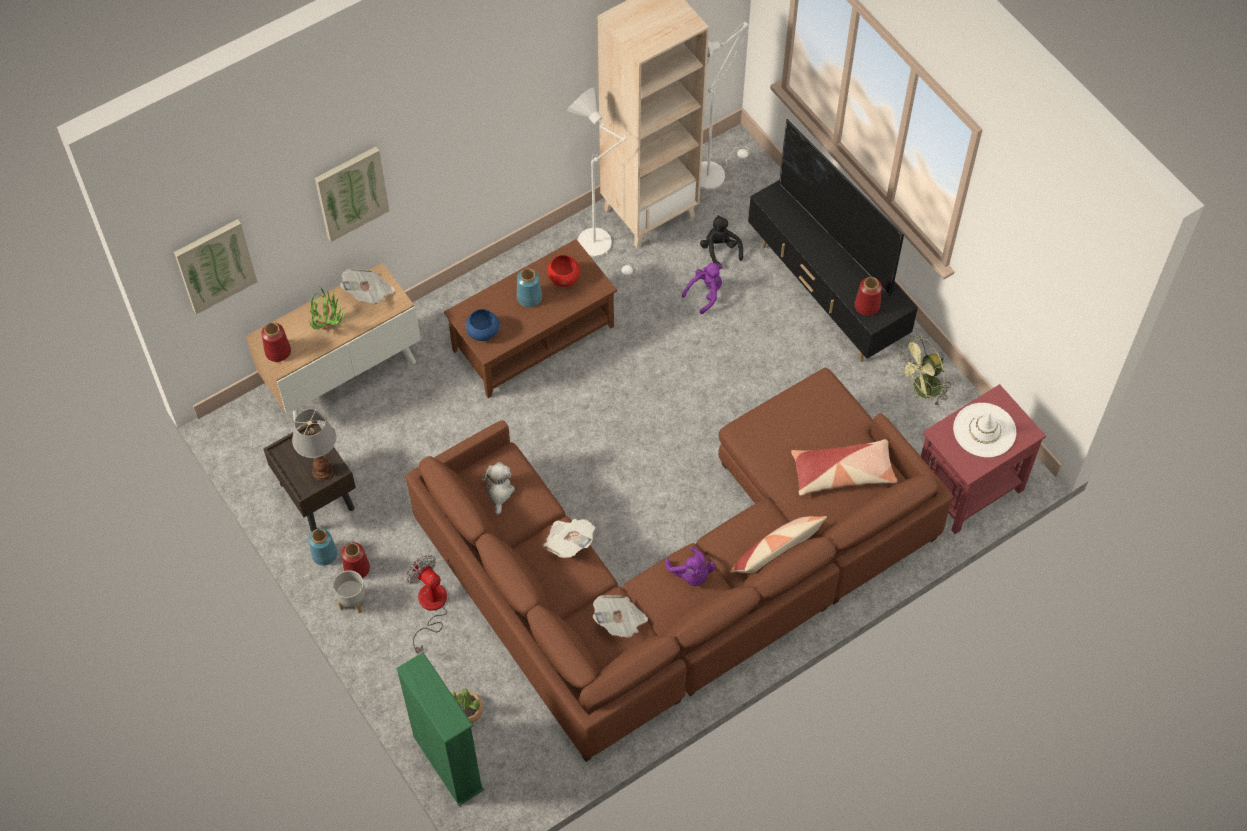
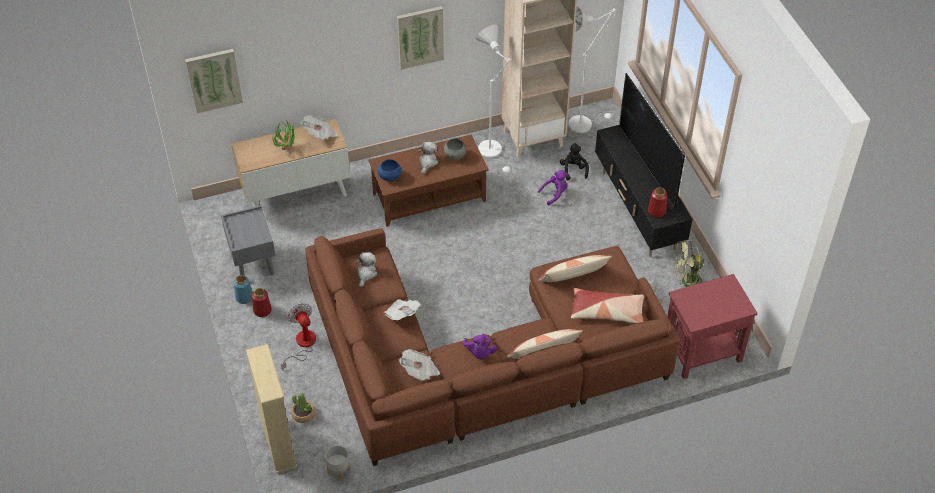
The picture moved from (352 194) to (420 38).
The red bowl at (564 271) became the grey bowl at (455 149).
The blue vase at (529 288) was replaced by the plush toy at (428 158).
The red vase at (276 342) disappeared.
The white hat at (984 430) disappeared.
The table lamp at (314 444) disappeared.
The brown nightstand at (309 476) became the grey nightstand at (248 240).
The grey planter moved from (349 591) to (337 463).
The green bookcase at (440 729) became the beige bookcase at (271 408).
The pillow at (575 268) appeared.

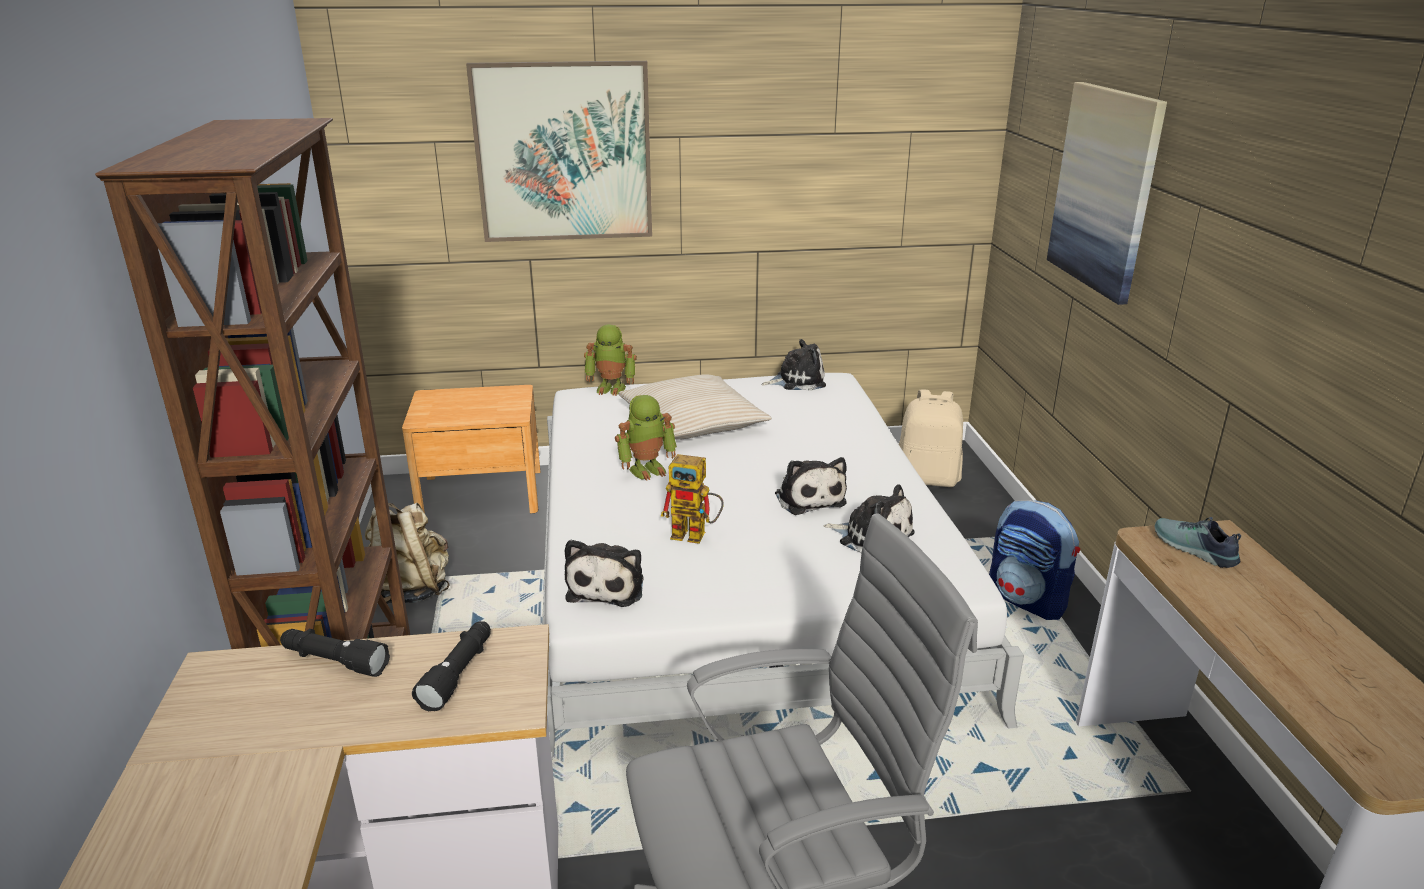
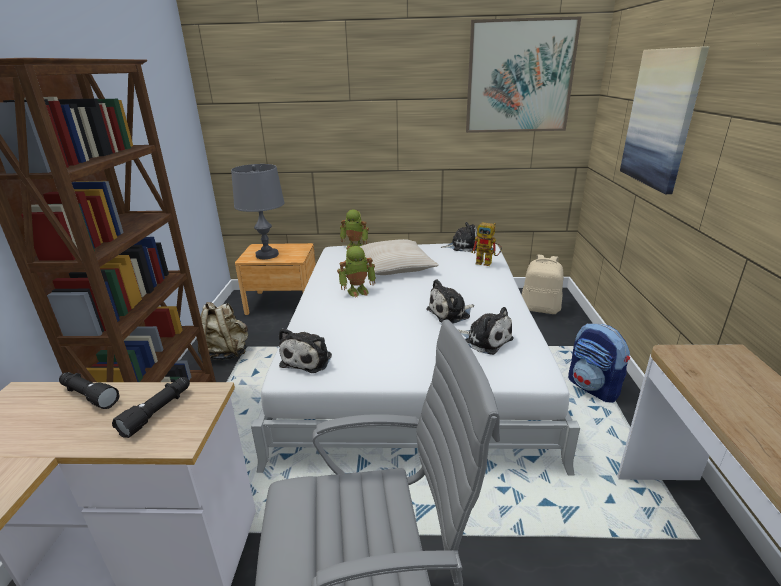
The picture moved from (559 151) to (523 75).
The toy robot moved from (692 499) to (486 244).
The plush toy at (811 486) turned 75 degrees clockwise.
The shoe at (1197 542) disappeared.
The grey table lamp at (258 211) appeared.

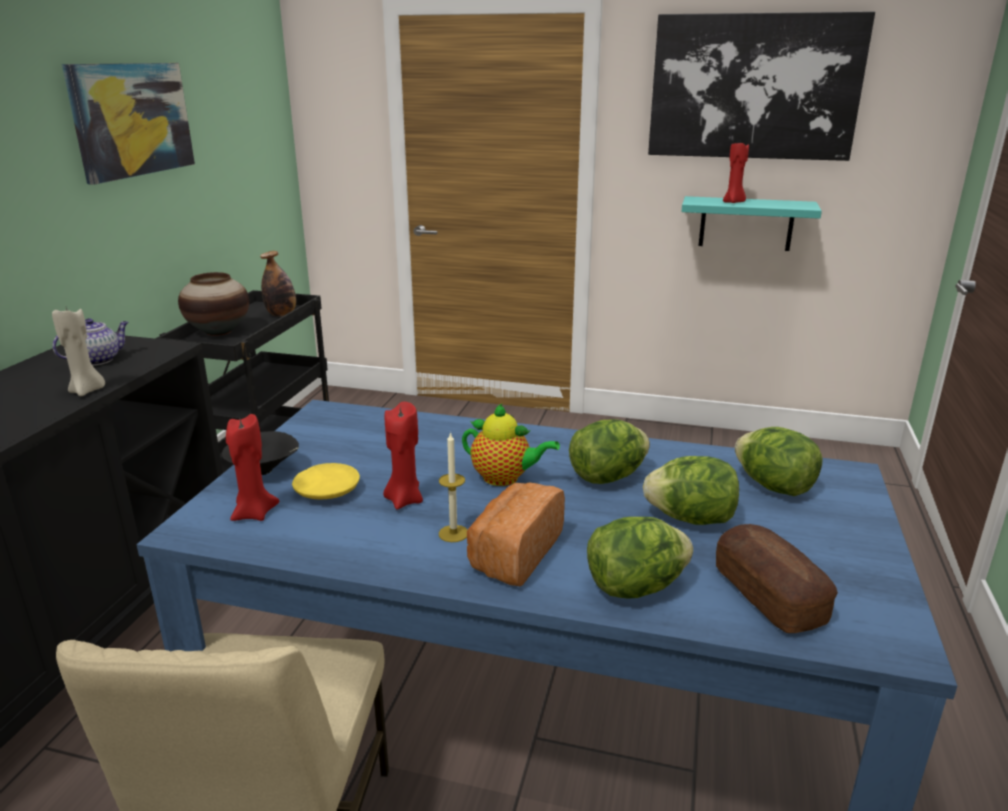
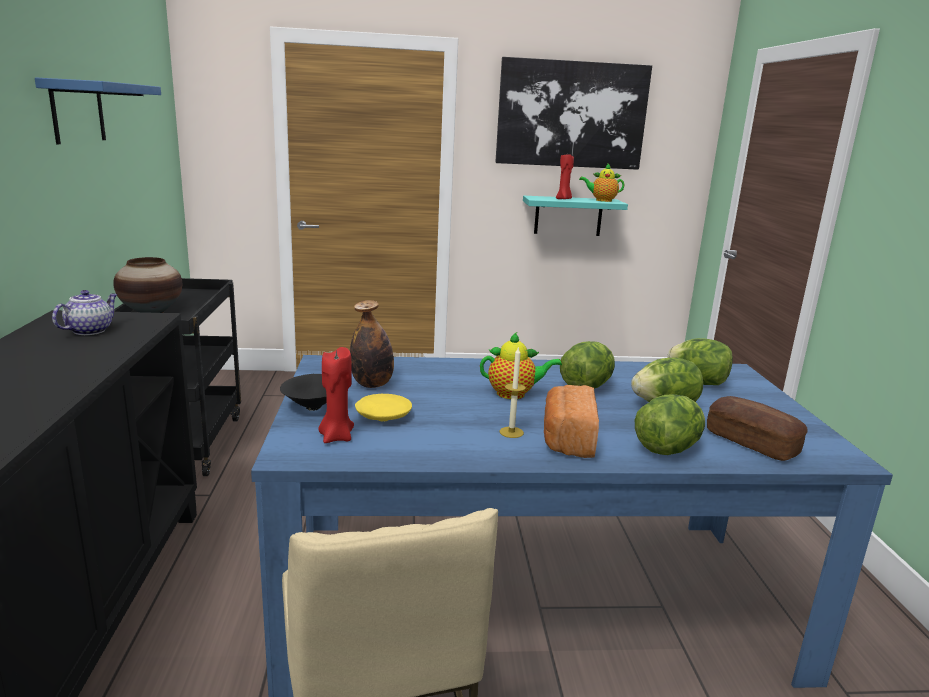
The picture at (128 124) was replaced by the blue shelf at (98 110).
The bottle moved from (278 284) to (372 344).
The beige candle at (78 352) disappeared.
The red candle at (403 456) disappeared.
The teapot at (601 182) appeared.

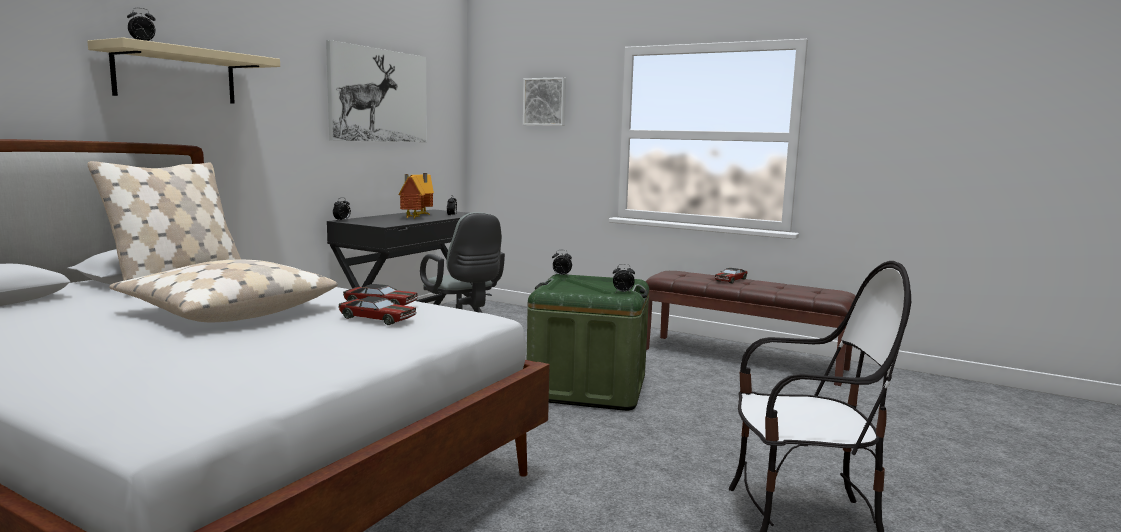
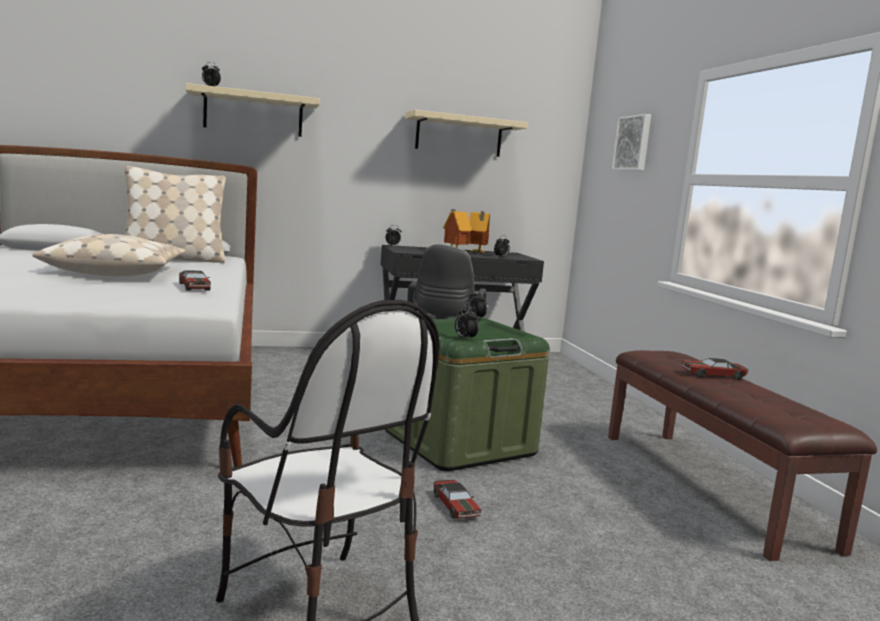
The picture at (376 91) was replaced by the beige shelf at (466 133).
The toy car moved from (377 310) to (457 498).

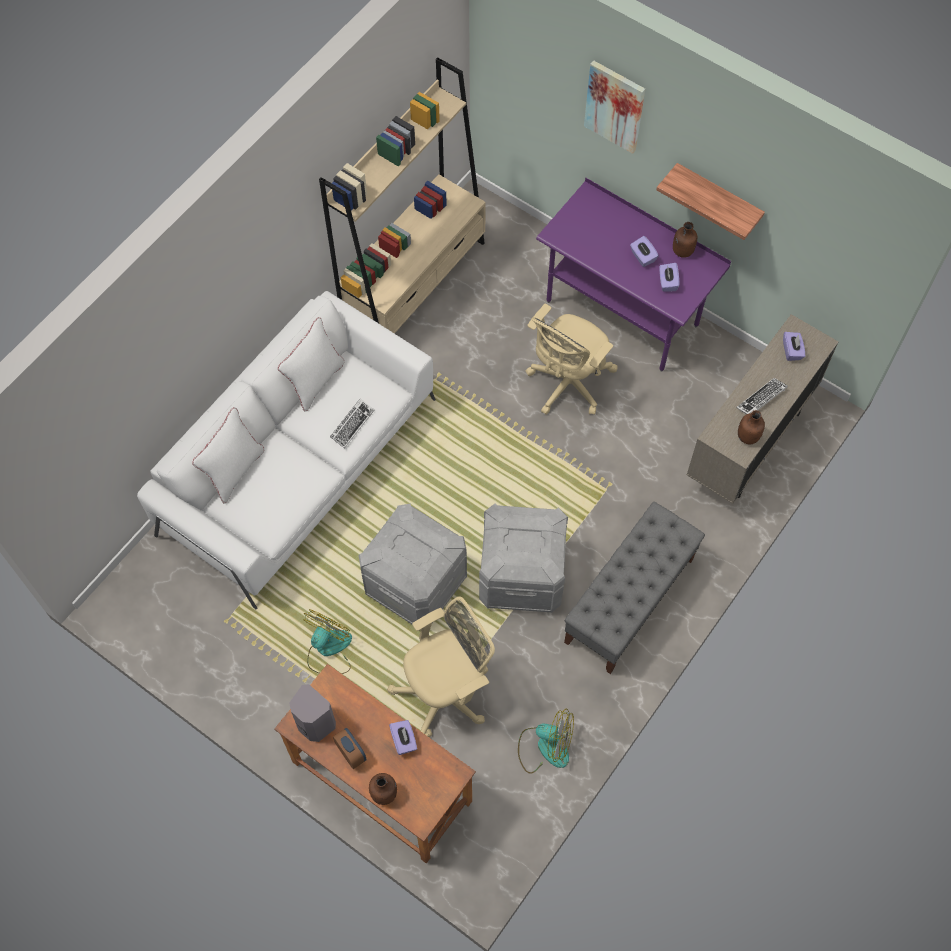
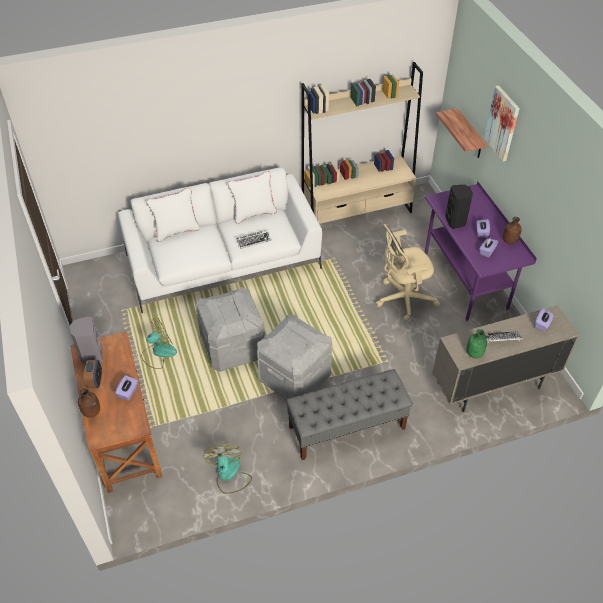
The shelf moved from (710 201) to (461 133).
The brown bottle at (751 427) became the green bottle at (477 343).
The beige office chair at (441 667) disappeared.
The fan at (546 741) turned 150 degrees counterclockwise.
The black speaker at (459 207) appeared.

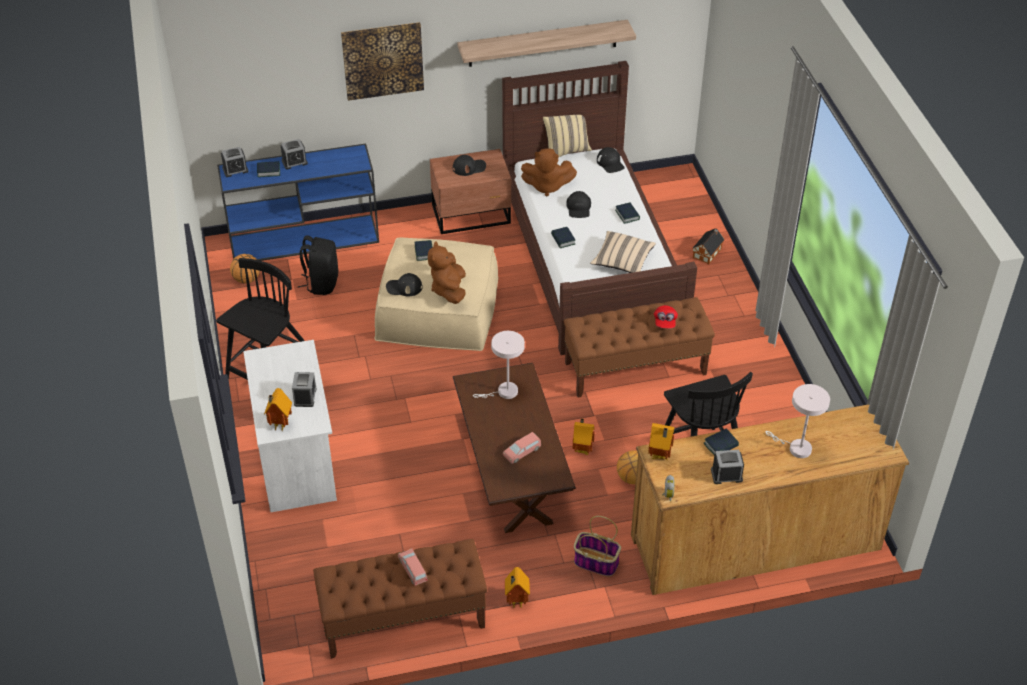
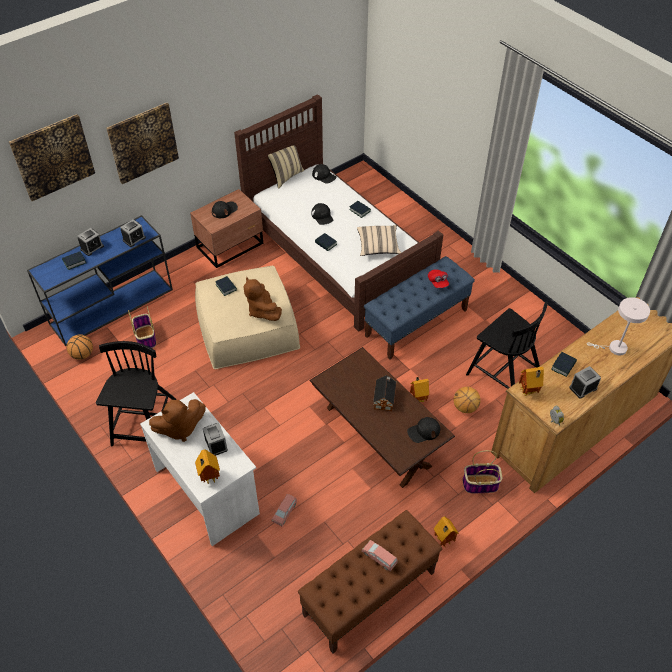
The shelf at (546 43) disappeared.
The alarm clock moved from (235 162) to (133 233).
The brown plush toy moved from (549 172) to (177 420).
The toy house moved from (708 246) to (384 393).
The black backpack at (318 265) was replaced by the basket at (142 327).
The black cap moved from (404 285) to (423 430).
The brown bench at (639 347) became the blue bench at (419 308).
The white table lamp at (499 365) disappeared.
The pink toy car moved from (522 448) to (284 510).
The picture at (52 157) appeared.

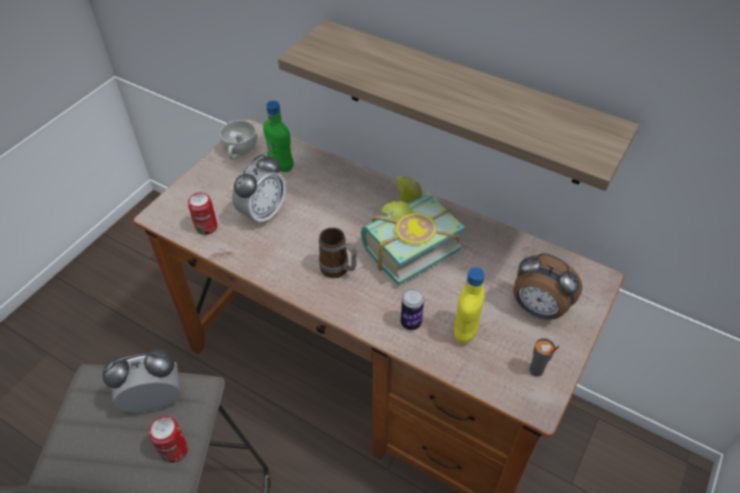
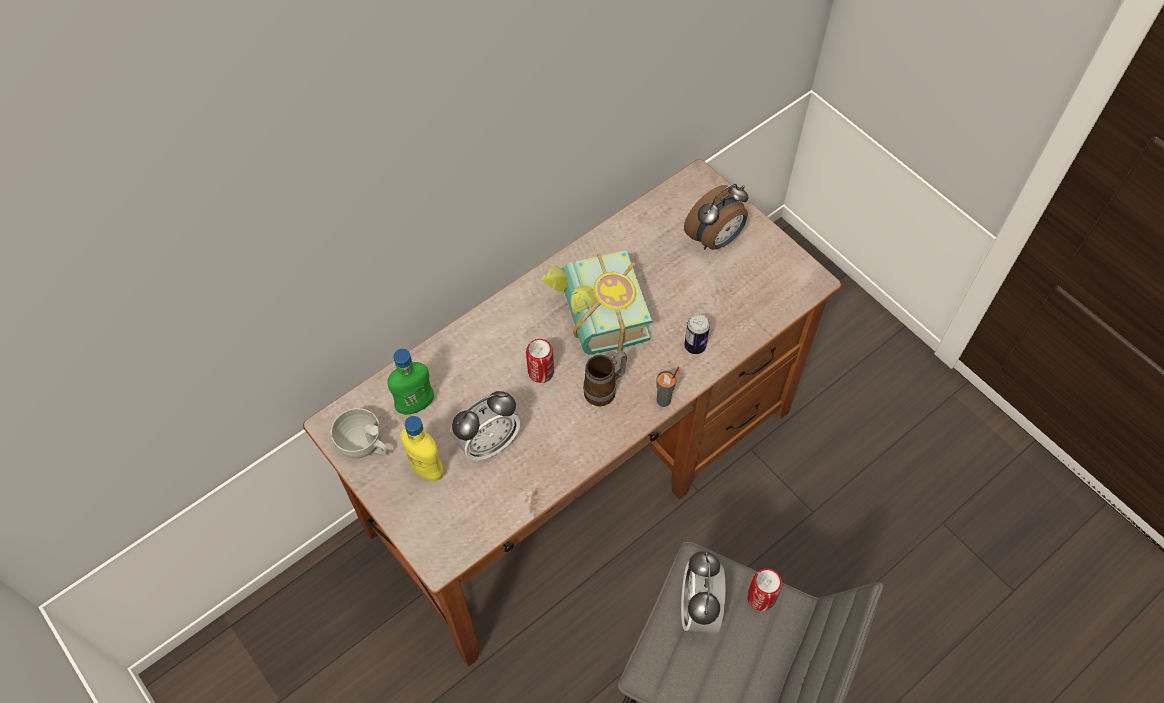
The shelf at (458 105) disappeared.
The alarm clock at (259 190) turned 90 degrees clockwise.
The can moved from (202 213) to (540 361).
The yellow bottle moved from (469 305) to (422 448).
The grey cup moved from (544 357) to (668 387).

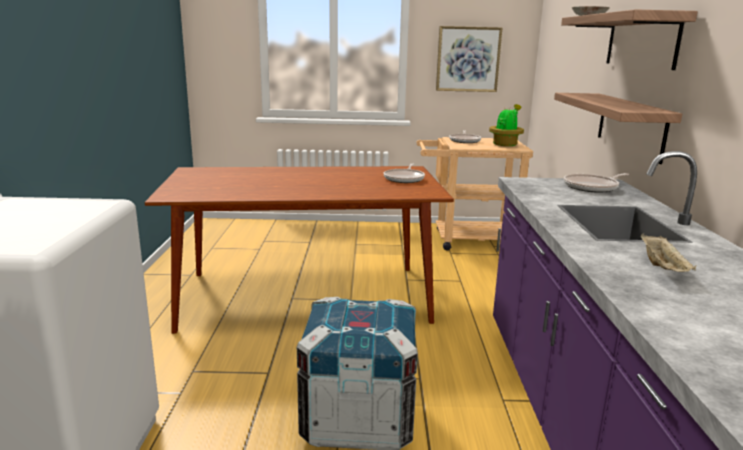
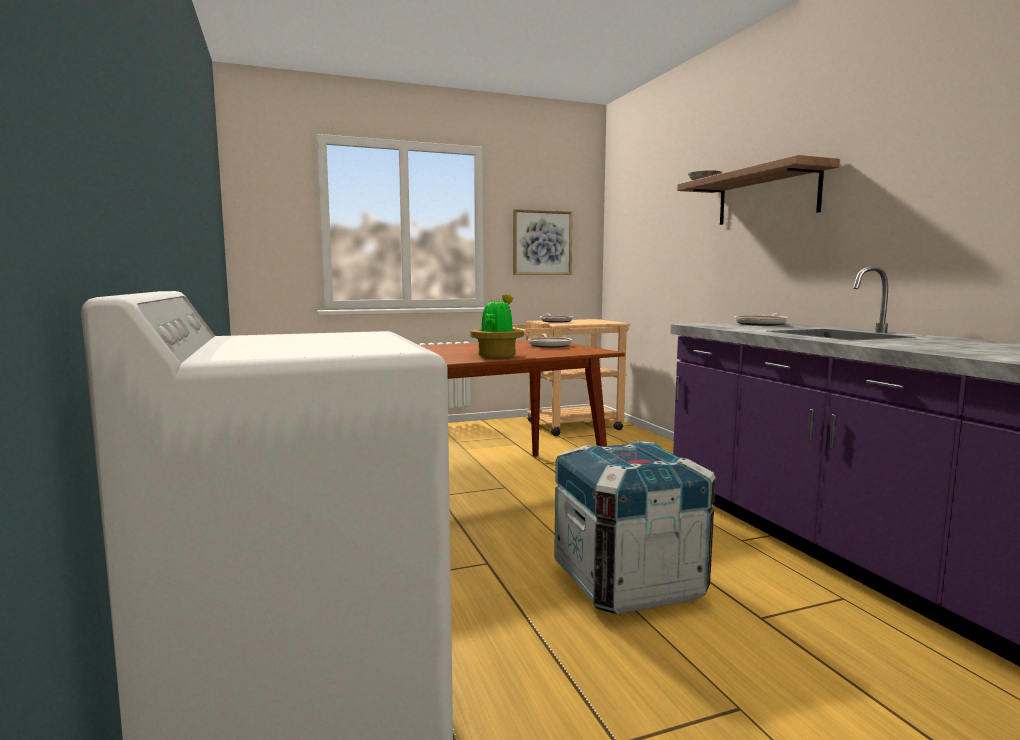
The shelf at (618 128) disappeared.
The potted plant moved from (506 125) to (497 326).
The beige tray at (668 252) disappeared.

